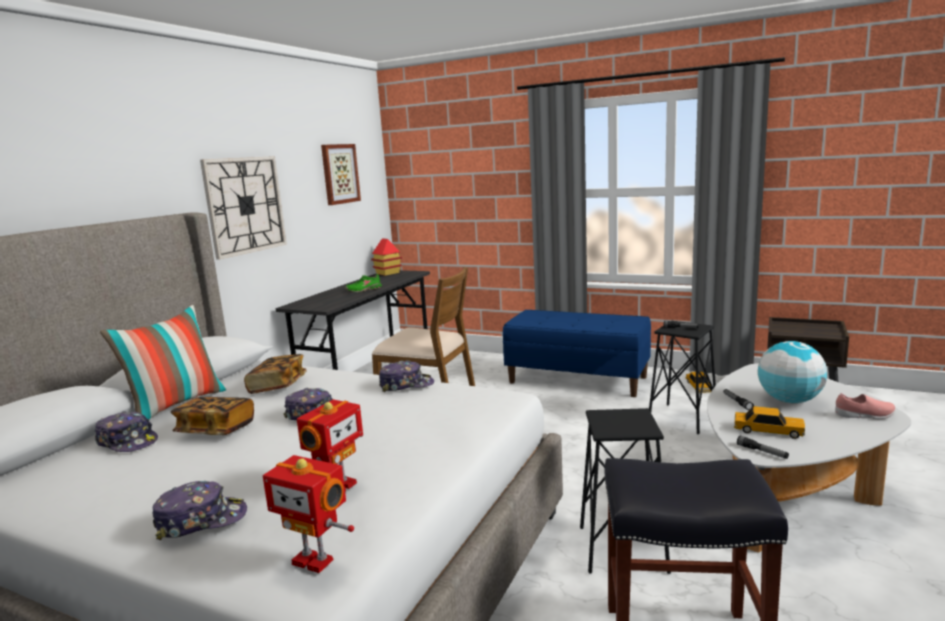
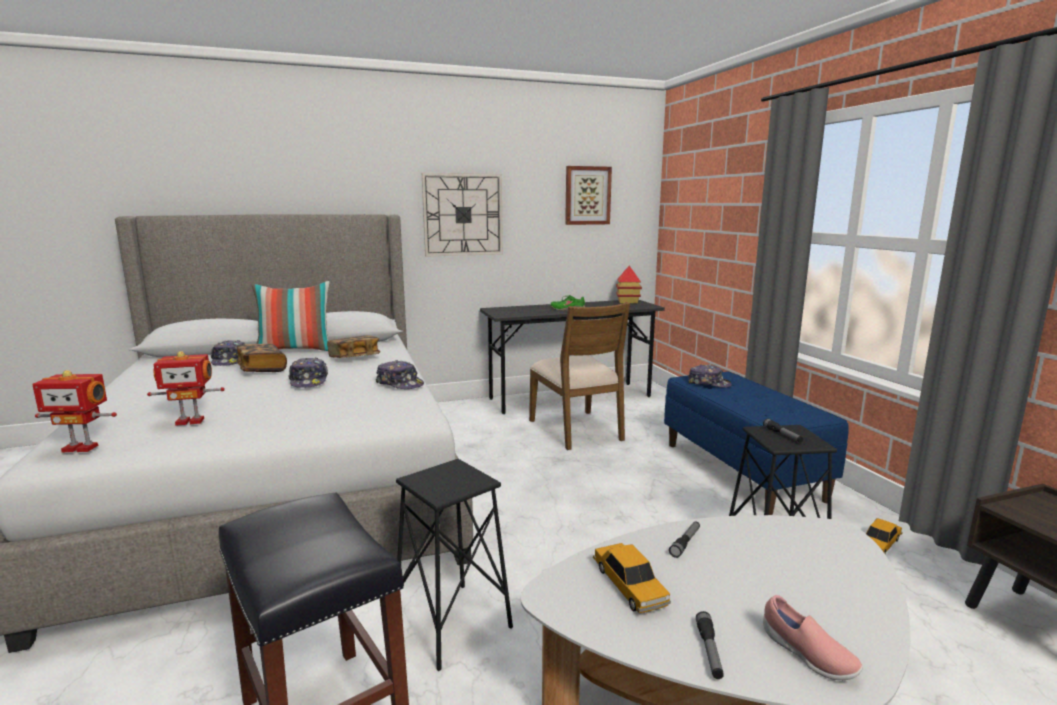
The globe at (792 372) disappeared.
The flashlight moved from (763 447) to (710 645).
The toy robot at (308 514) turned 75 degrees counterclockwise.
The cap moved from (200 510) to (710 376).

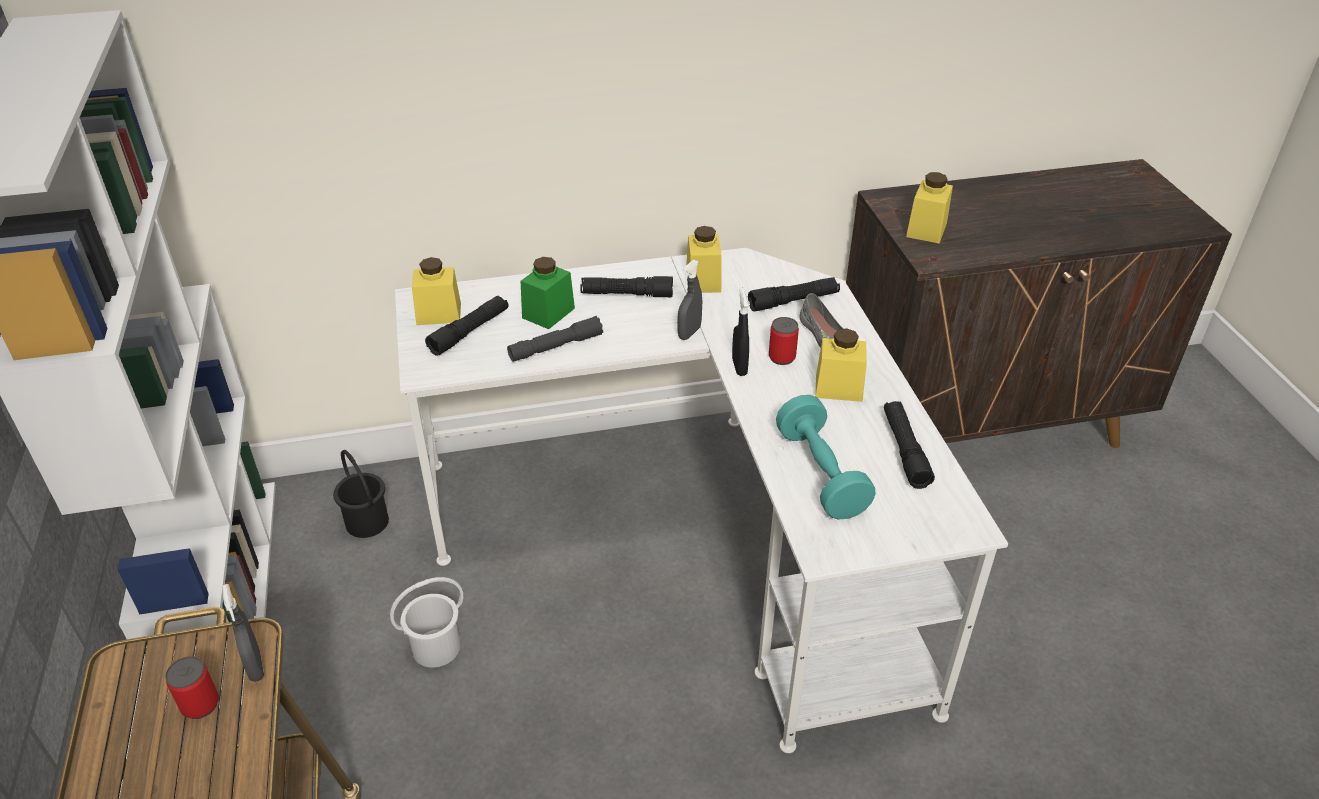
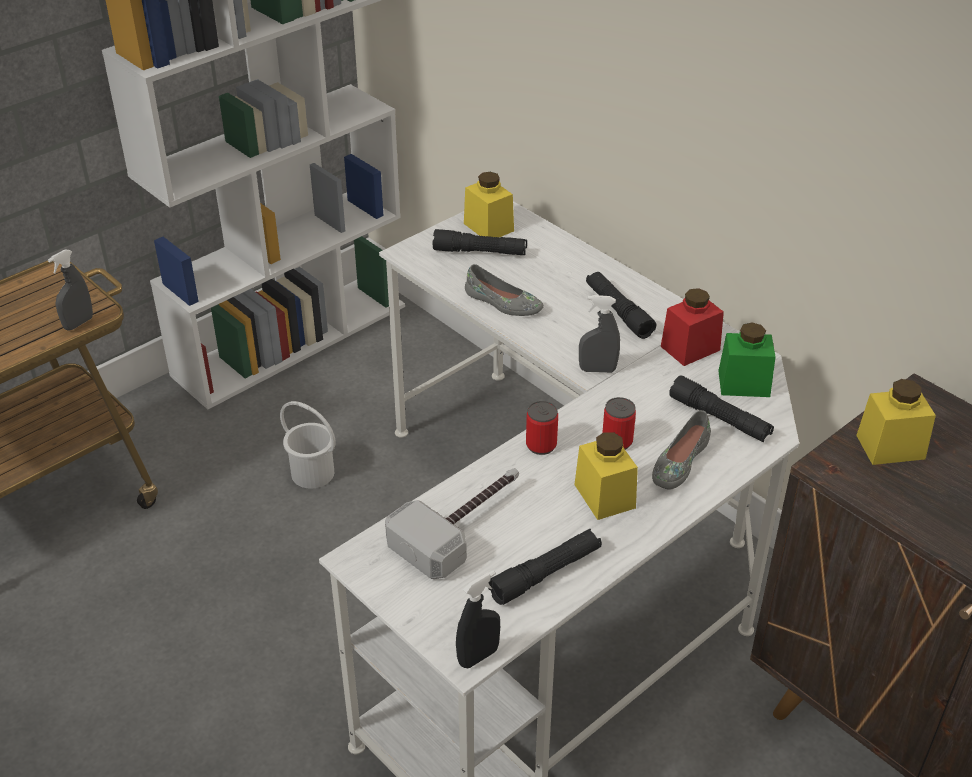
The yellow jar at (704 259) became the red jar at (692 327).
The green jar moved from (548 293) to (746 359).
The black spray bottle moved from (740 331) to (478 619).
The grey flashlight at (555 339) was replaced by the grey shoe at (504 290).
The turquoise dumbbell at (826 457) was replaced by the hammer at (452 523).
The black bucket at (361 494) disappeared.
The can moved from (192 687) to (542 428).

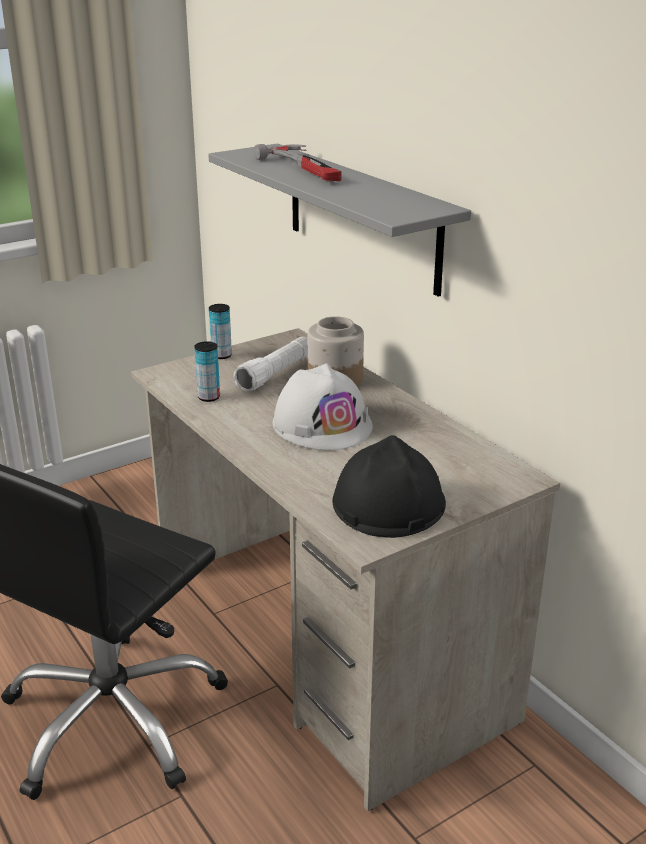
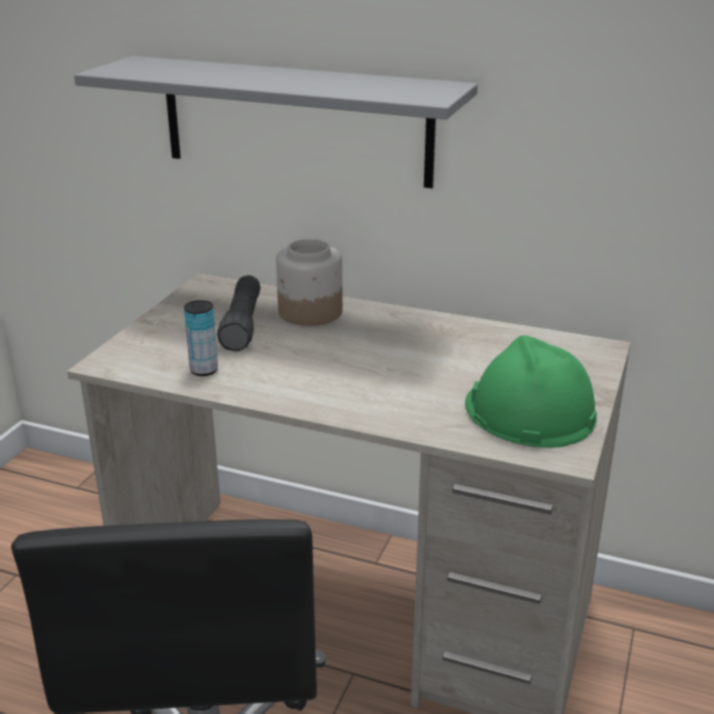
The hammer at (298 162) disappeared.
The can at (220 331) disappeared.
The white flashlight at (270 364) became the black flashlight at (239 313).
The white hard hat at (323 406) disappeared.
The black hard hat at (389 486) became the green hard hat at (531 391).

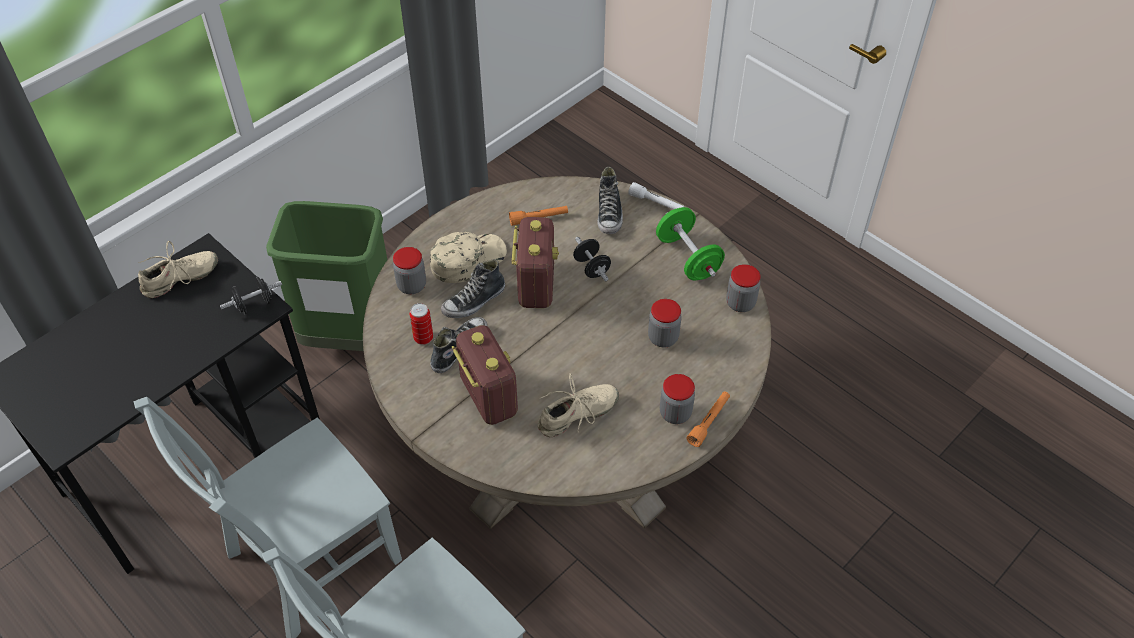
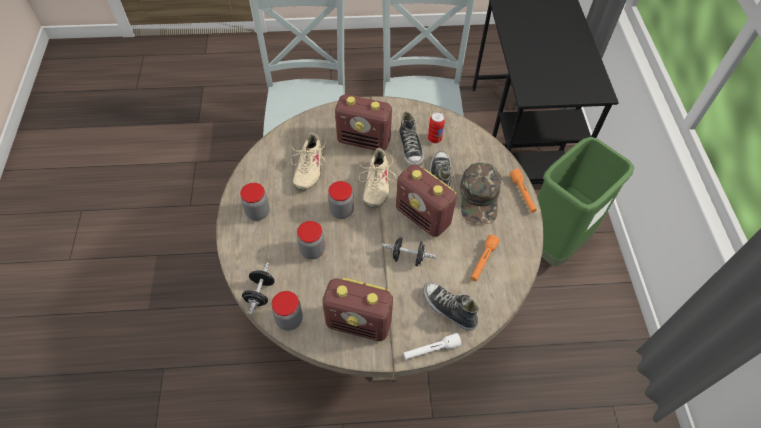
The green dumbbell at (690 243) was replaced by the radio at (357 309).
The beige cap at (468 257) became the green cap at (480 193).
The beige shoe moved from (178 269) to (377 178).
The jar moved from (409 270) to (341 200).
The black dumbbell moved from (251 295) to (258 289).
The orange flashlight moved from (708 419) to (523 191).

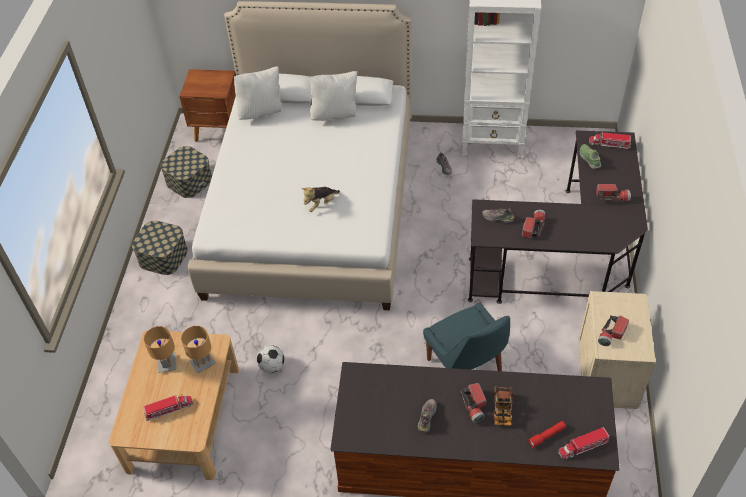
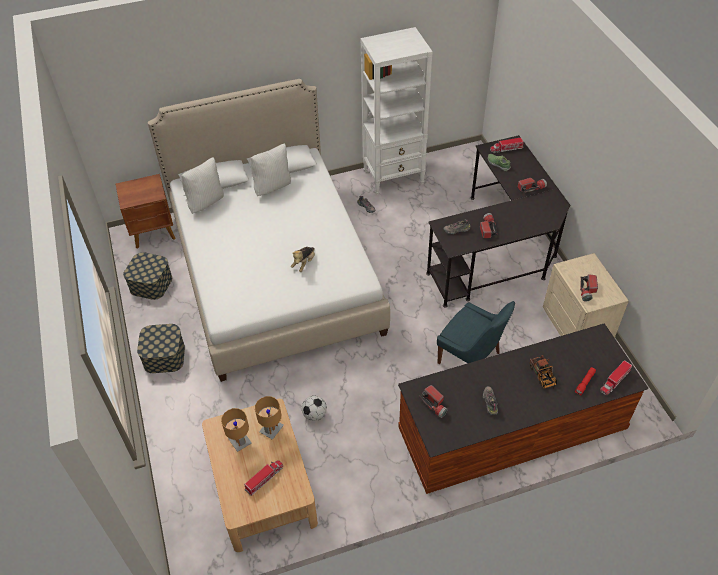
The flashlight moved from (473 403) to (433 401).

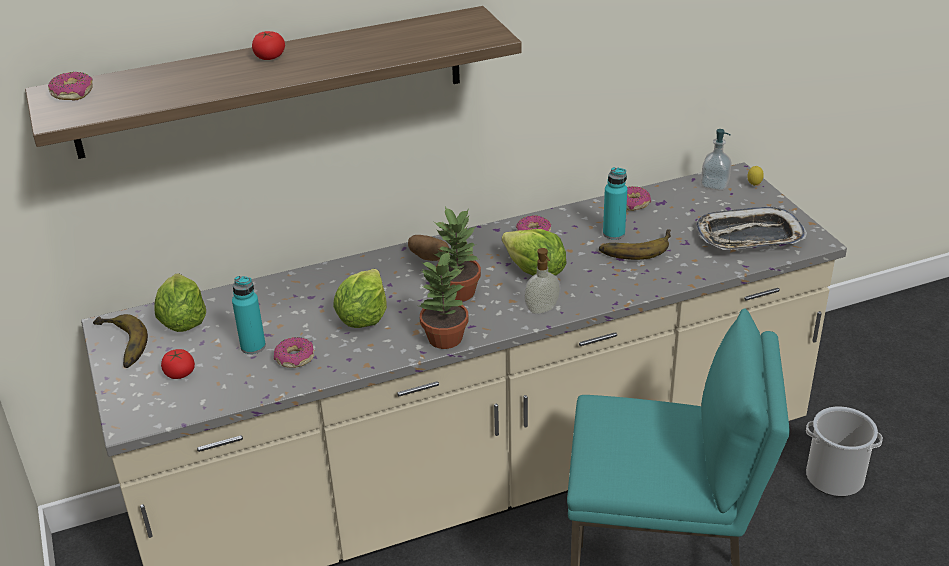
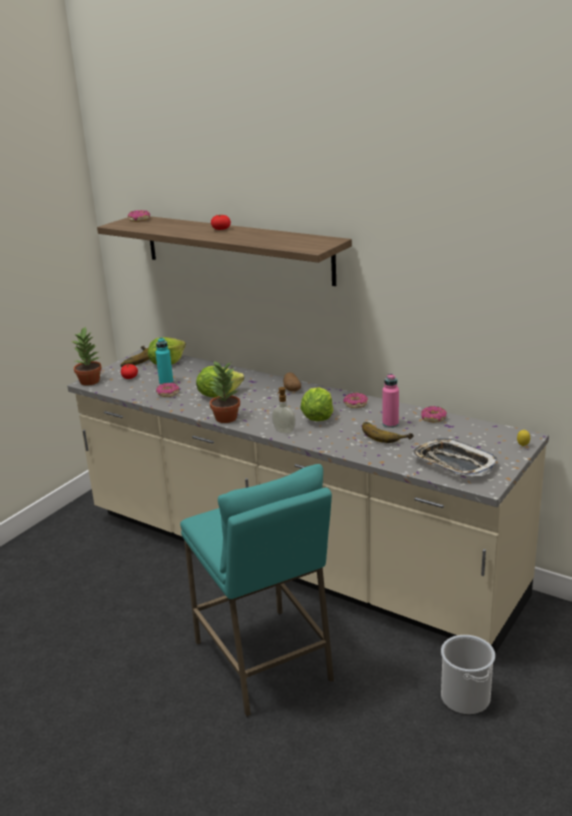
The soap dispenser at (716 160) disappeared.
The turquoise bottle at (615 203) became the pink bottle at (391 400).
The potted plant moved from (457 254) to (86 357).

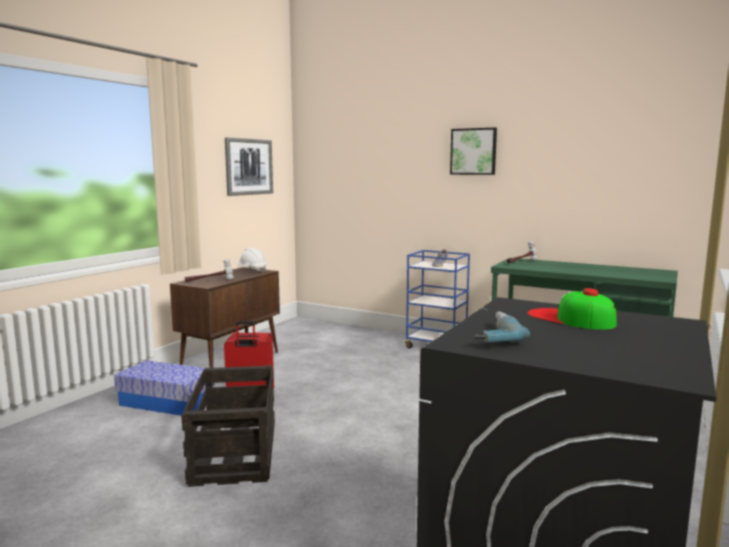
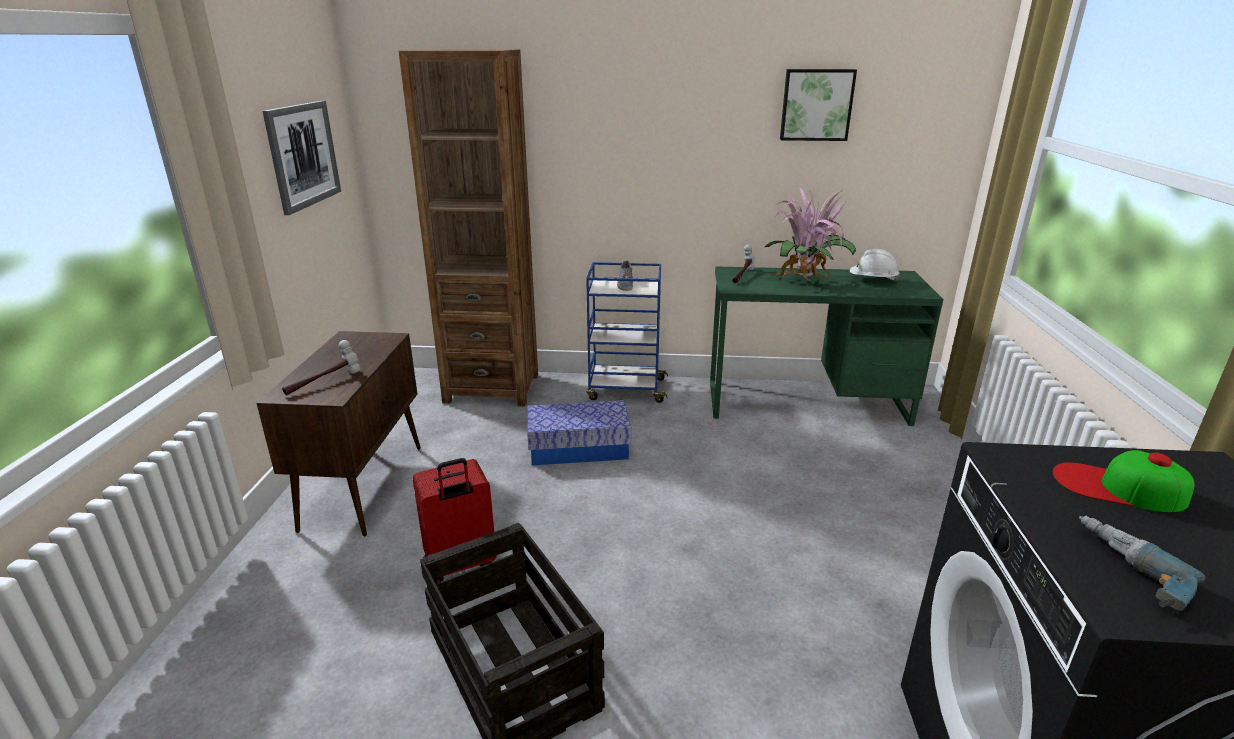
The picture moved from (473 151) to (818 105).
The white hard hat moved from (251 260) to (874 265).
The storage box moved from (164 388) to (579 432).
The brown bookcase at (468 227) appeared.
The potted plant at (810 234) appeared.

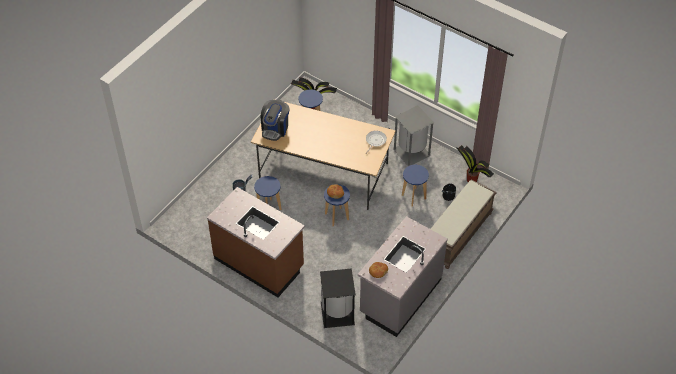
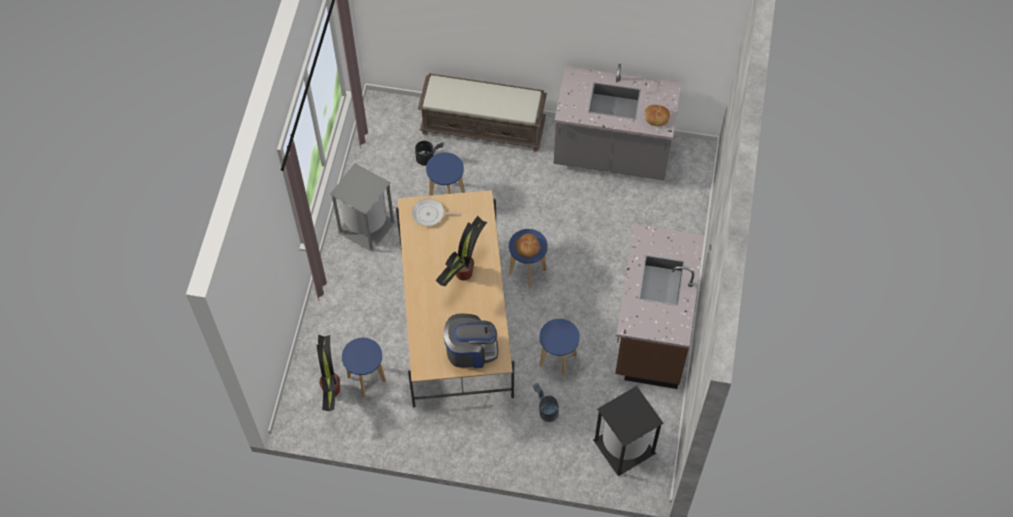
The potted plant moved from (475 163) to (461 251).
The black trash can moved from (338 298) to (628 431).

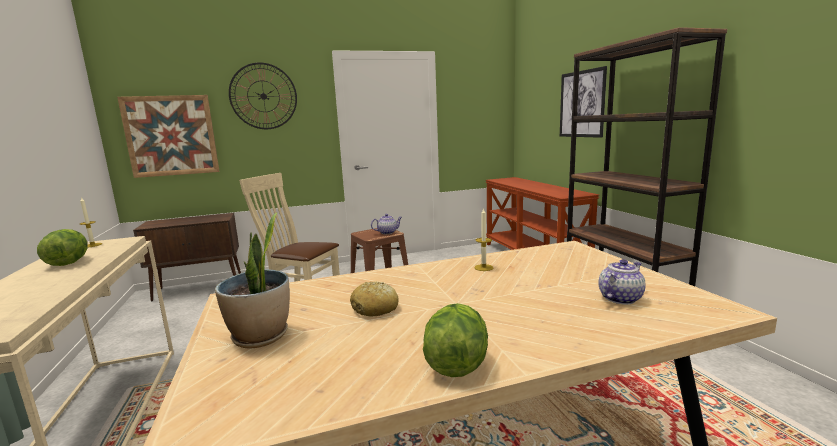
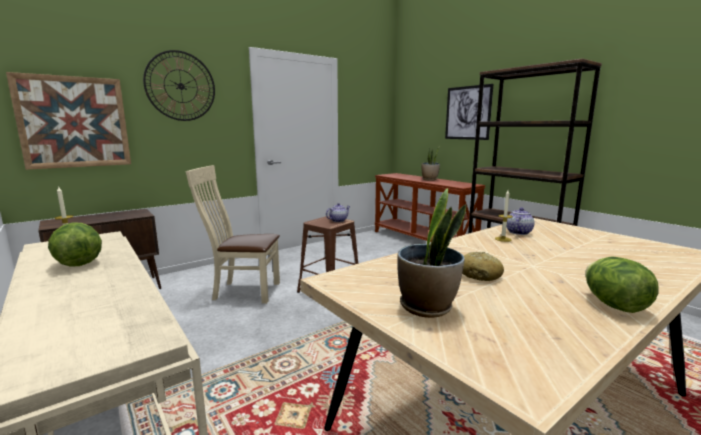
The teapot moved from (622 282) to (521 221).
The potted plant at (430 164) appeared.

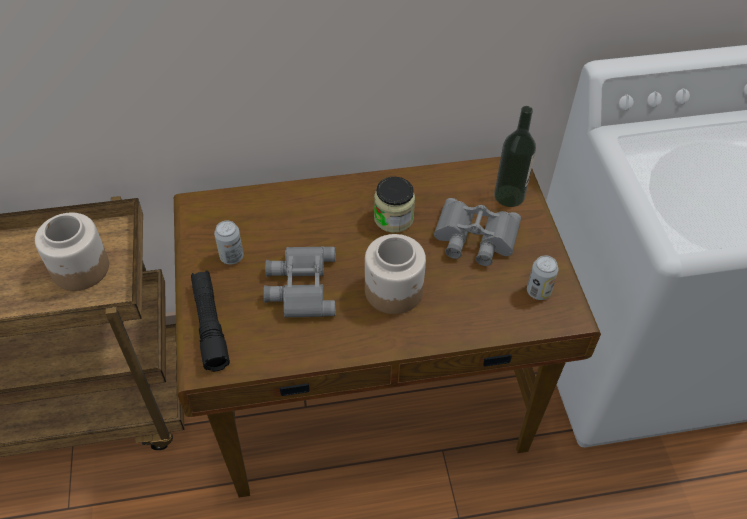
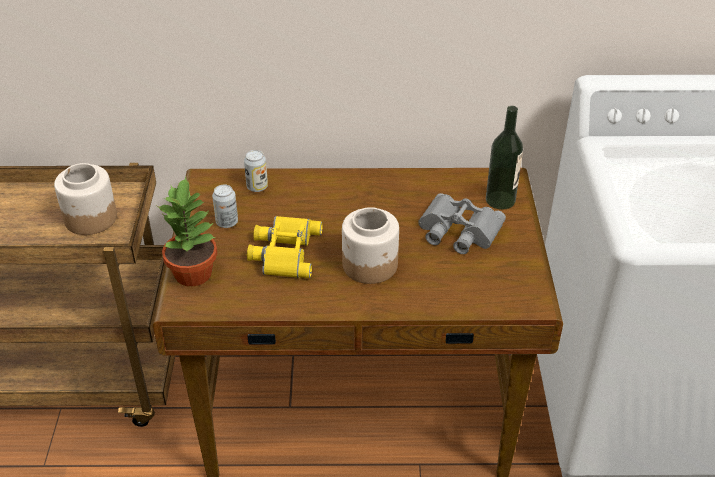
The jar at (394 205) disappeared.
The grey binoculars at (299 282) became the yellow binoculars at (285 247).
The can moved from (543 277) to (256 171).
The black flashlight at (210 321) was replaced by the potted plant at (187 232).

